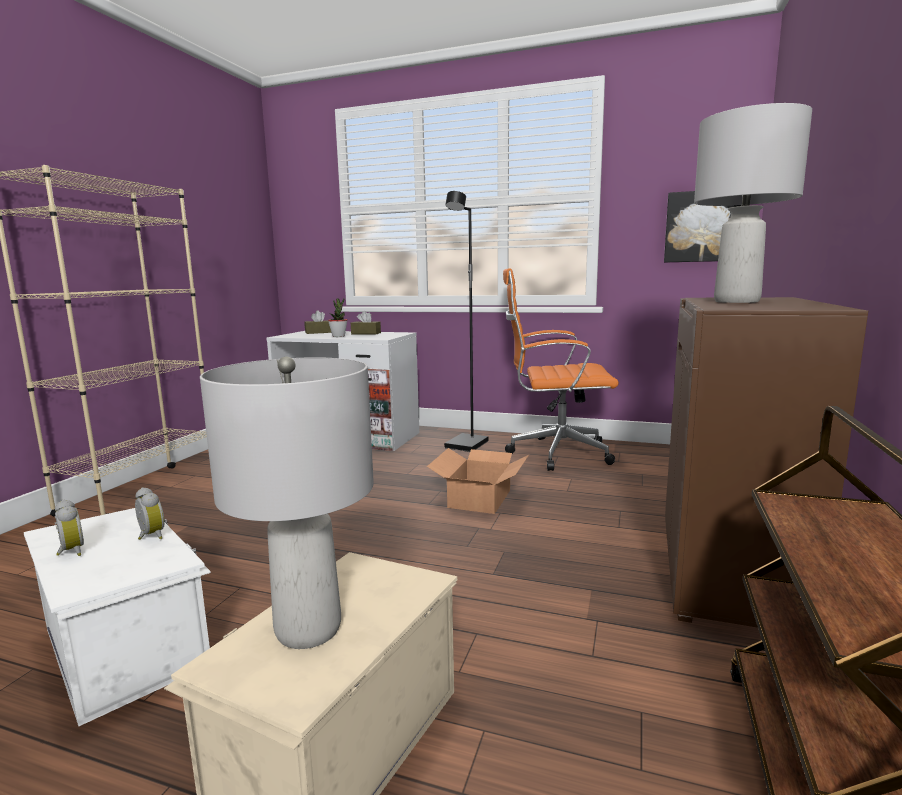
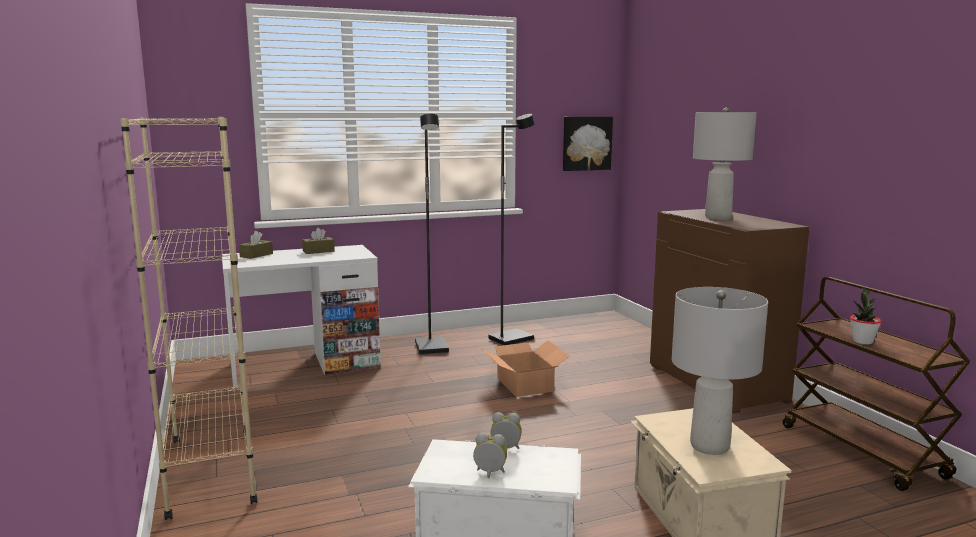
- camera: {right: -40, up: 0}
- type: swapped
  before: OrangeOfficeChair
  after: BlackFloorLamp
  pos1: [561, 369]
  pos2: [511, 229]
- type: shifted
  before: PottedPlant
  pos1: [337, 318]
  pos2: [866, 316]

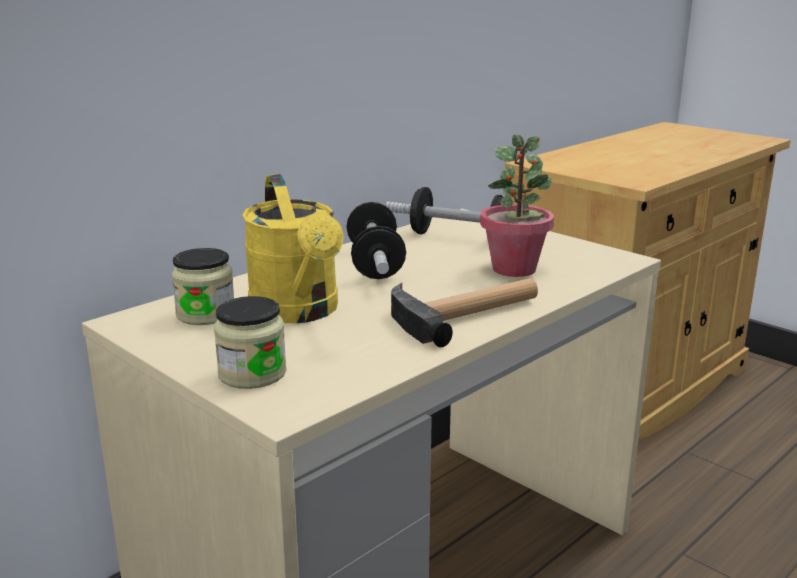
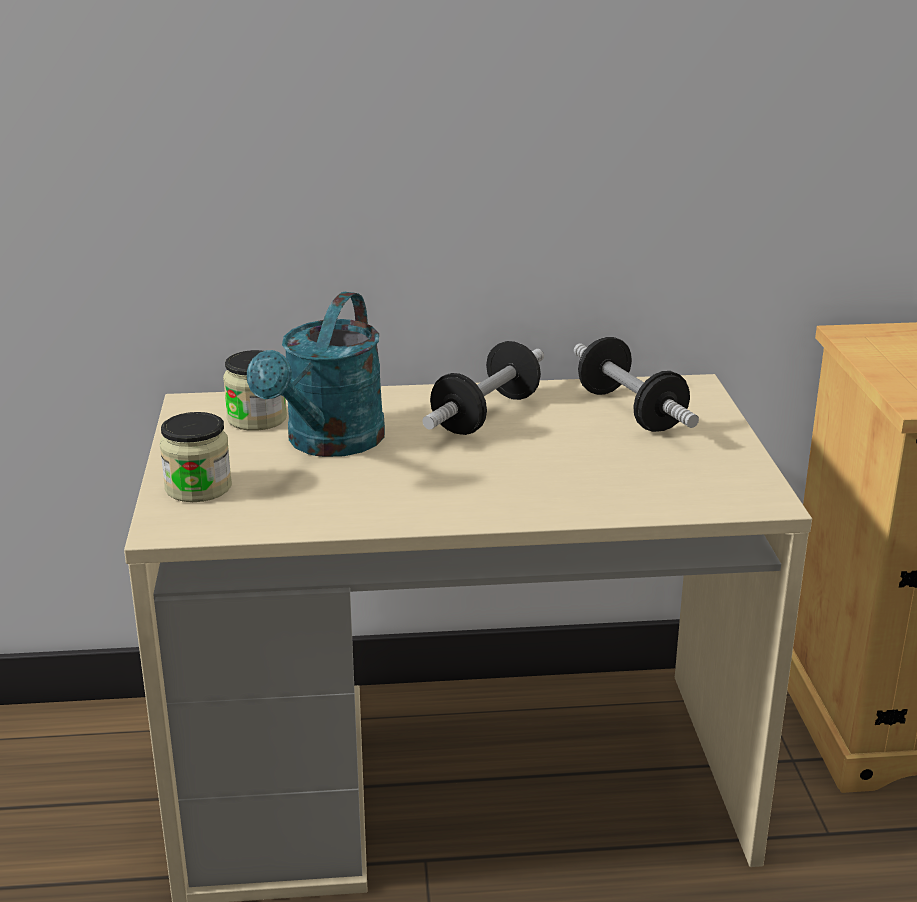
- camera: {right: 40, up: 5}
- type: repainted
  before: YellowWateringCan
  after: TurquoiseWateringCan
  pos1: [293, 248]
  pos2: [316, 374]
- type: gone
  before: Hammer
  pos1: [464, 312]
- type: gone
  before: PottedPlant
  pos1: [517, 206]

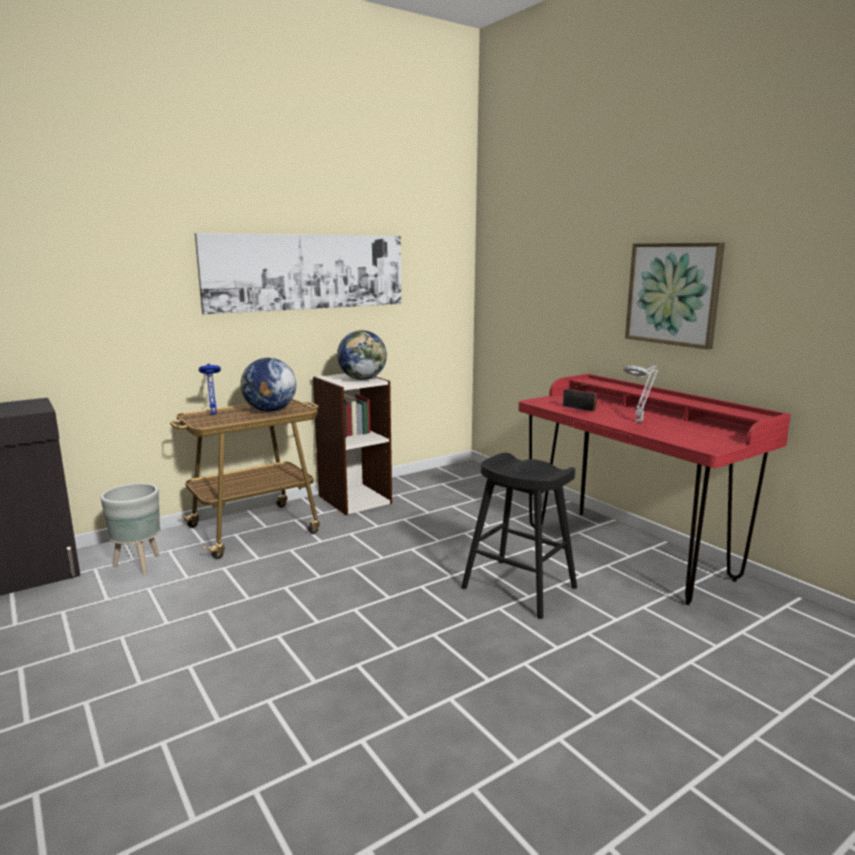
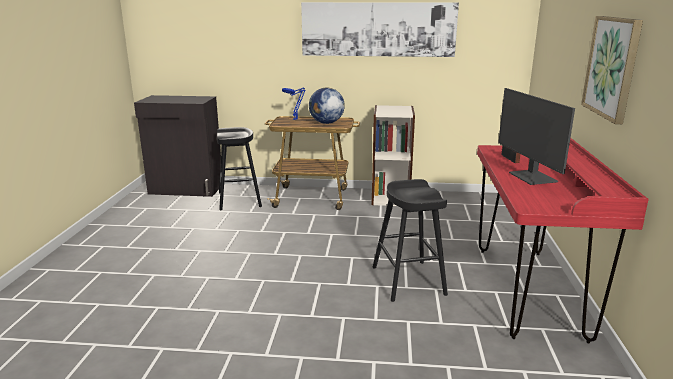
- camera: {right: 40, up: 5}
- type: swapped
  before: GreyPlanter
  after: BlackStool
  pos1: [130, 529]
  pos2: [239, 168]
- type: swapped
  before: GreyTableLamp
  after: Monitor
  pos1: [640, 393]
  pos2: [536, 136]
- type: gone
  before: Globe
  pos1: [362, 355]

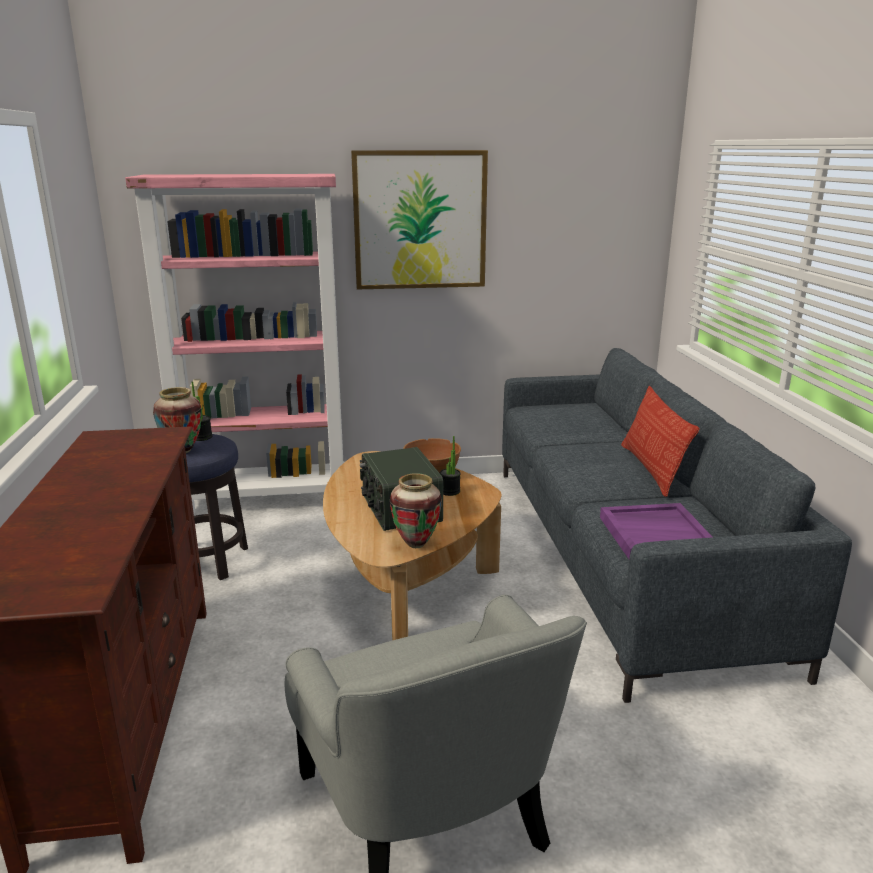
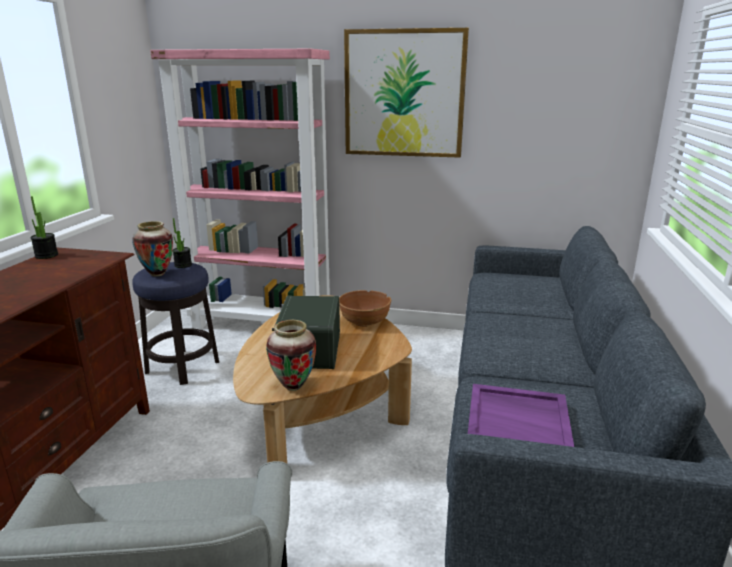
- camera: {right: 20, up: 0}
- type: shifted
  before: PottedPlant
  pos1: [450, 466]
  pos2: [44, 227]
- type: gone
  before: Pillow
  pos1: [660, 441]

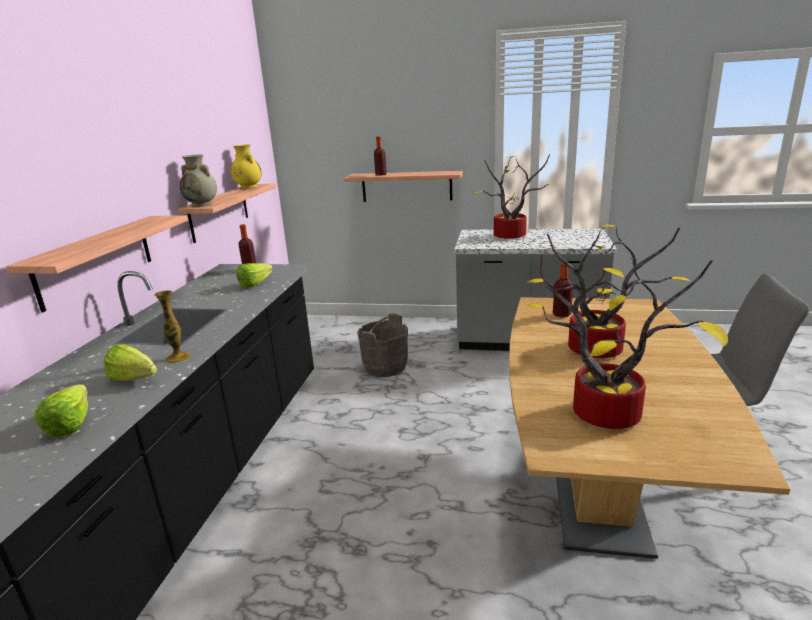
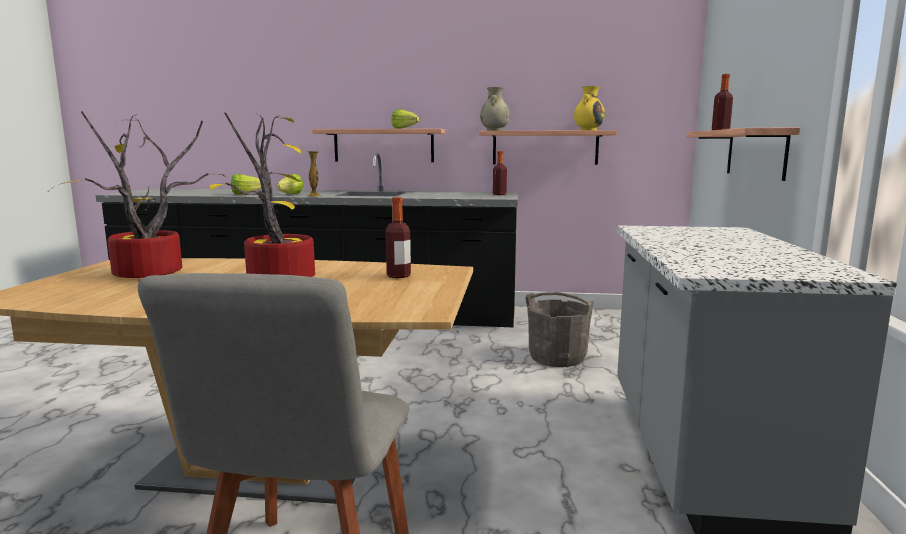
- camera: {right: 85, up: -10}
- type: shifted
  before: Lettuce
  pos1: [254, 275]
  pos2: [405, 119]
- type: gone
  before: PottedPlant
  pos1: [514, 196]

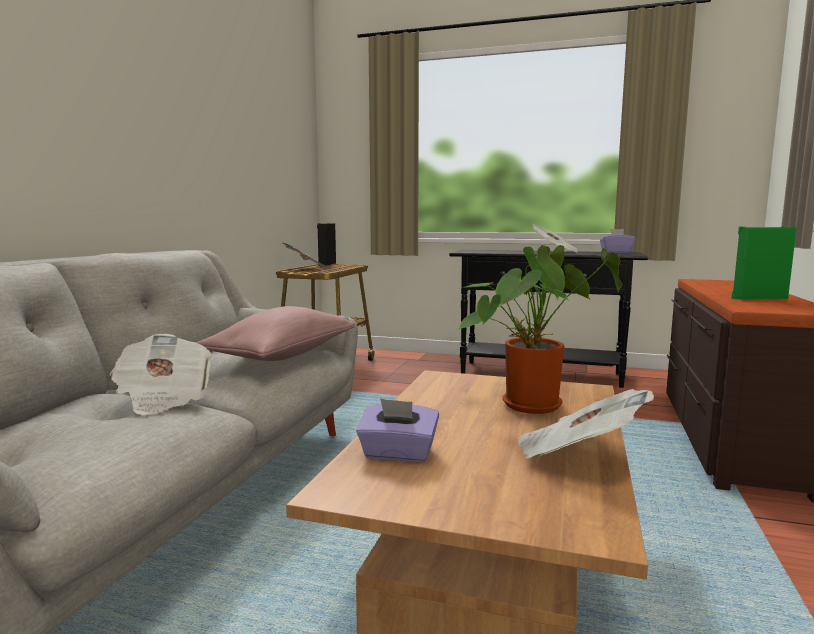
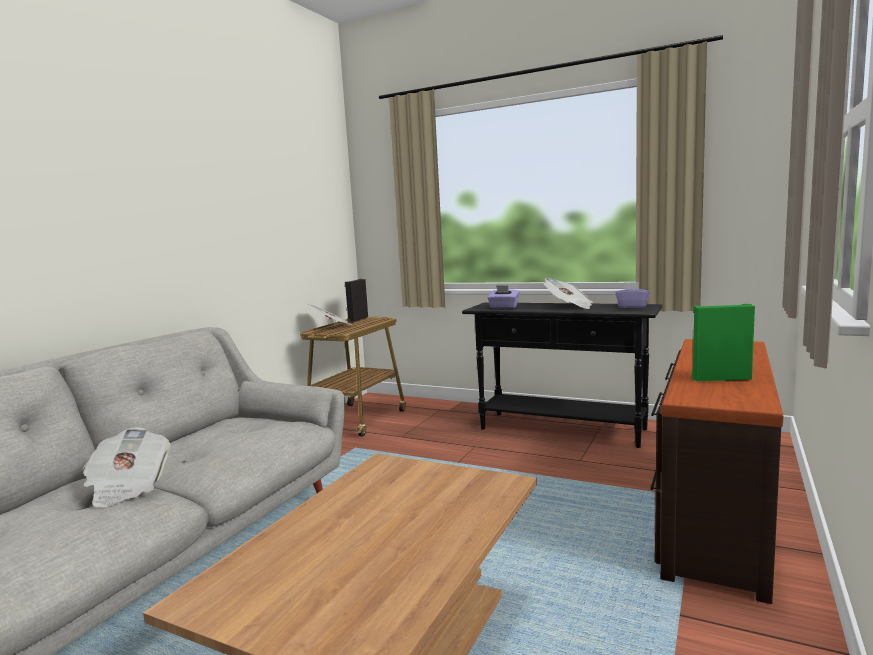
- camera: {right: 10, up: 0}
- type: shifted
  before: PurpleTissueBox
  pos1: [397, 430]
  pos2: [503, 297]
- type: gone
  before: PinkPillow
  pos1: [275, 333]
- type: gone
  before: PottedPlant
  pos1: [540, 329]
- type: gone
  before: Newspaper
  pos1: [586, 424]

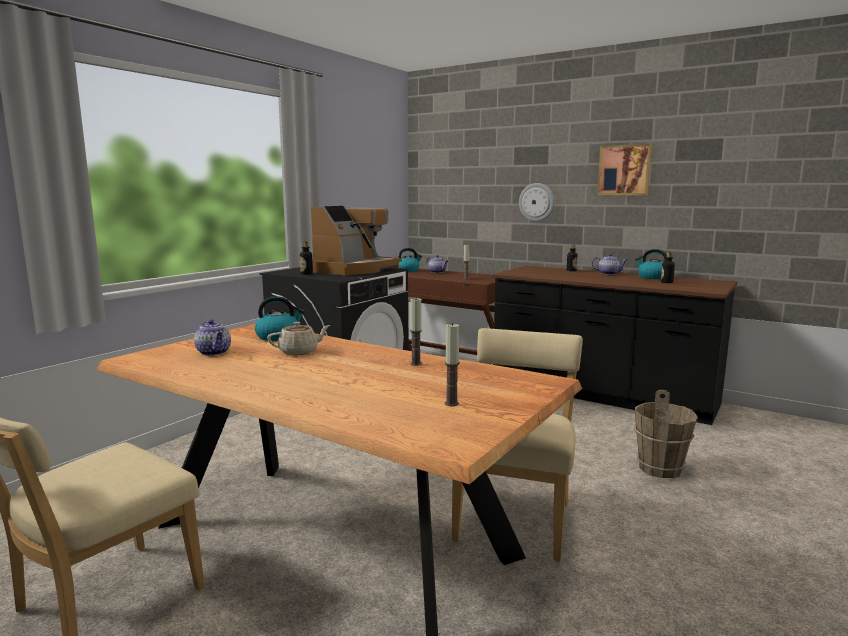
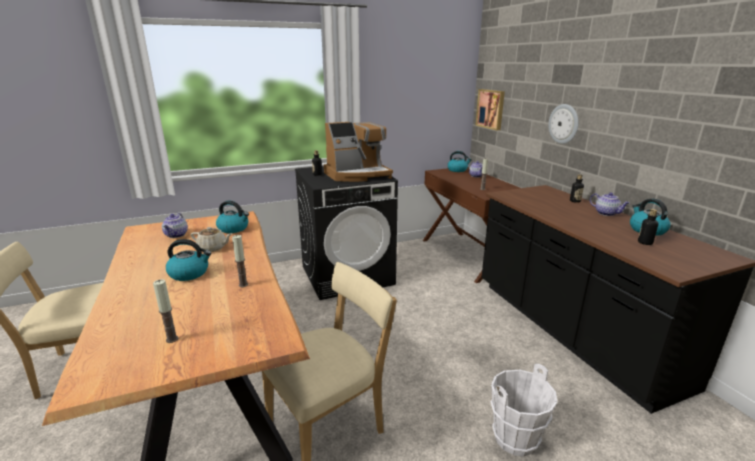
- camera: {right: 35, up: 10}
- type: new
  after: Kettle
  pos2: [189, 260]
- type: shifted
  before: Picture
  pos1: [624, 169]
  pos2: [490, 109]
- type: repainted
  before: BrownBucket
  after: WhiteBucket
  pos1: [666, 434]
  pos2: [523, 410]

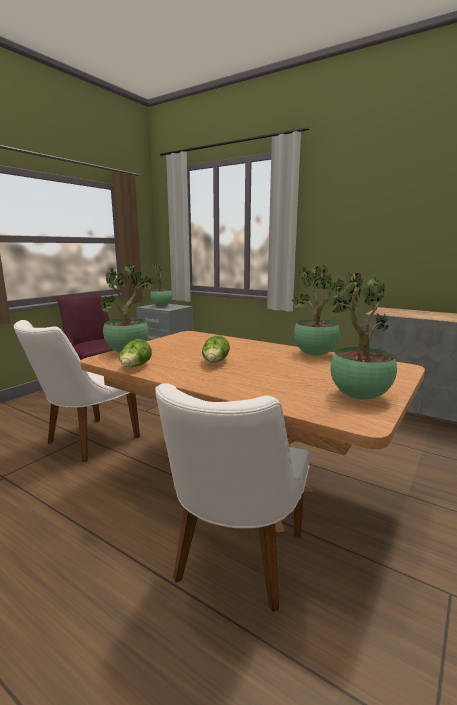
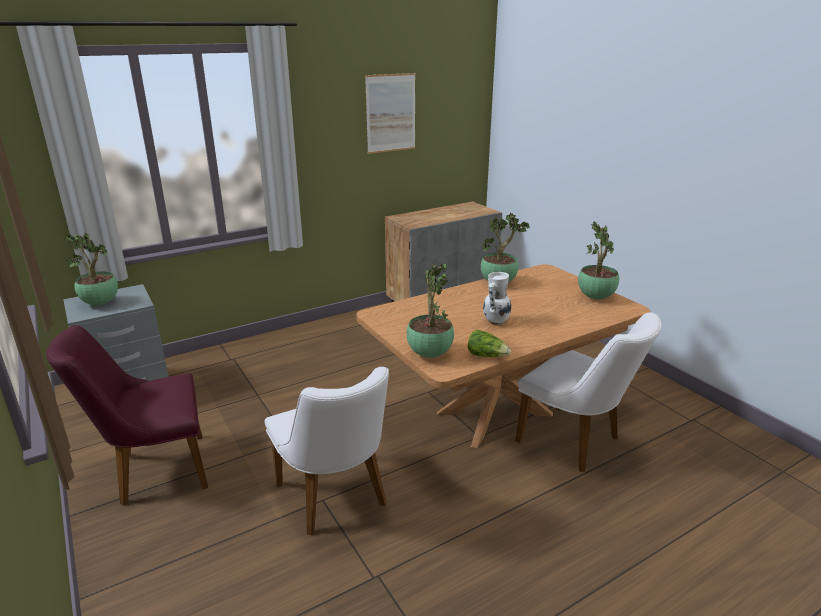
- camera: {right: -65, up: 10}
- type: new
  after: Picture
  pos2: [390, 113]
- type: swapped
  before: Lettuce
  after: WhiteVase
  pos1: [216, 348]
  pos2: [497, 298]

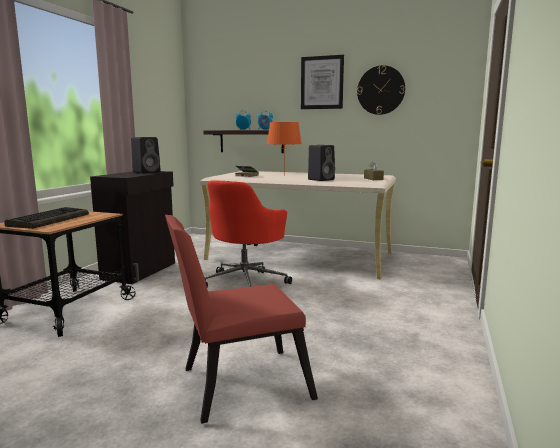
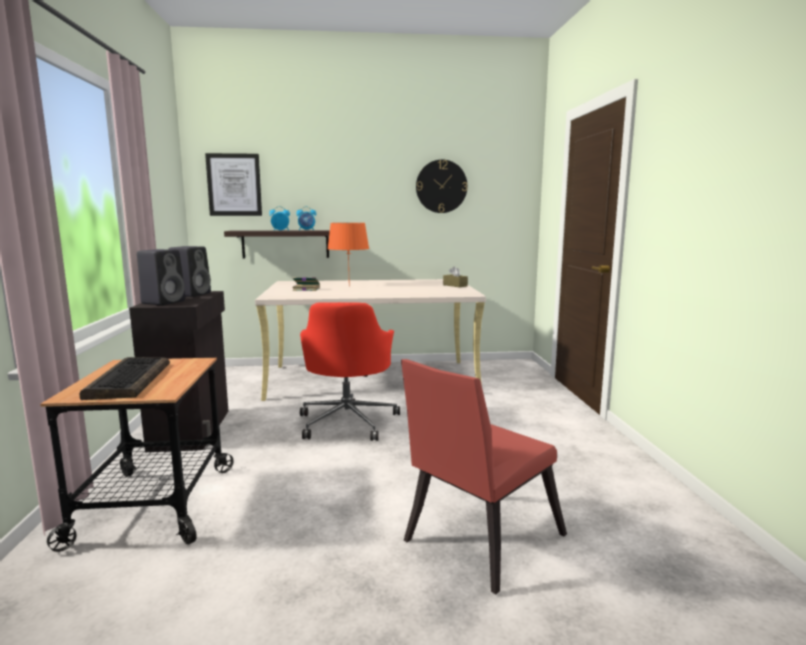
- camera: {right: -25, up: 0}
- type: shifted
  before: BlackSpeaker
  pos1: [321, 163]
  pos2: [161, 277]
- type: shifted
  before: Picture
  pos1: [322, 82]
  pos2: [233, 184]

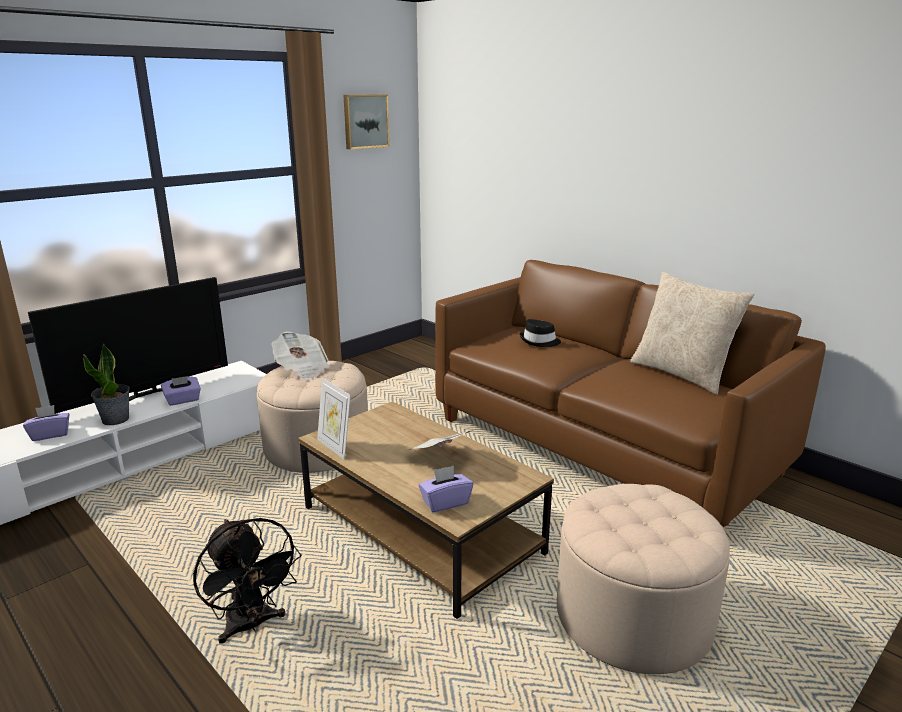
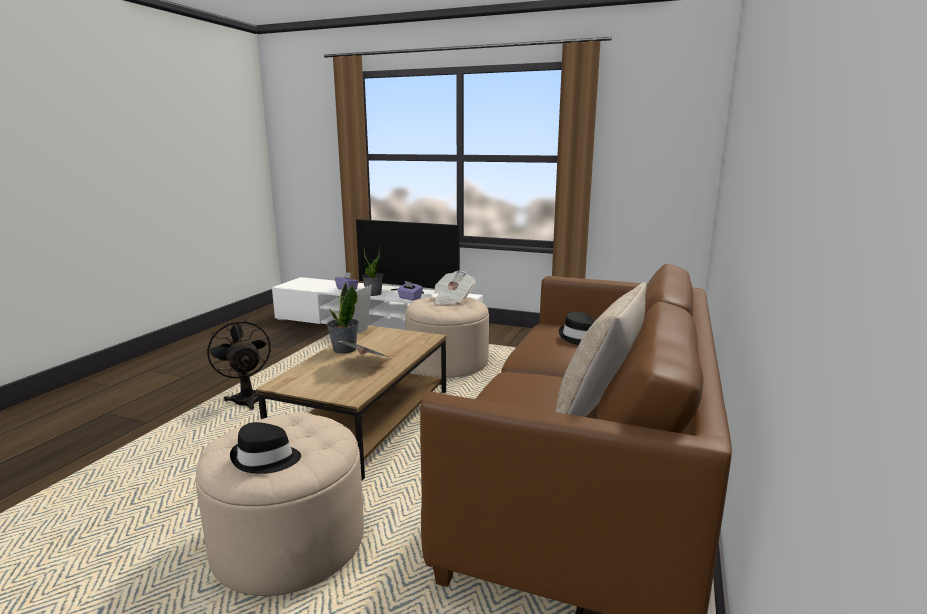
- camera: {right: 65, up: -5}
- type: rotated
  before: BlackFan
  pos1: [247, 581]
  pos2: [238, 364]
  turn: 120
- type: new
  after: BlackHat
  pos2: [265, 448]
- type: new
  after: PottedPlant
  pos2: [343, 318]
- type: gone
  before: Picture
  pos1: [366, 122]
- type: gone
  before: PurpleTissueBox
  pos1: [445, 489]

